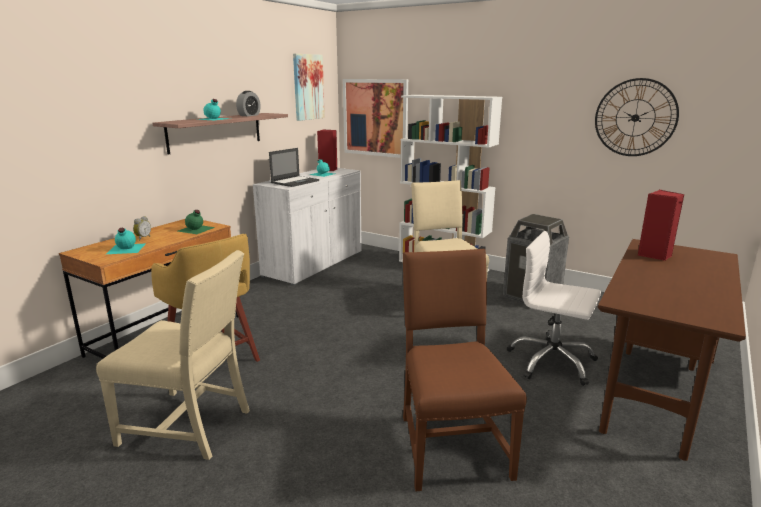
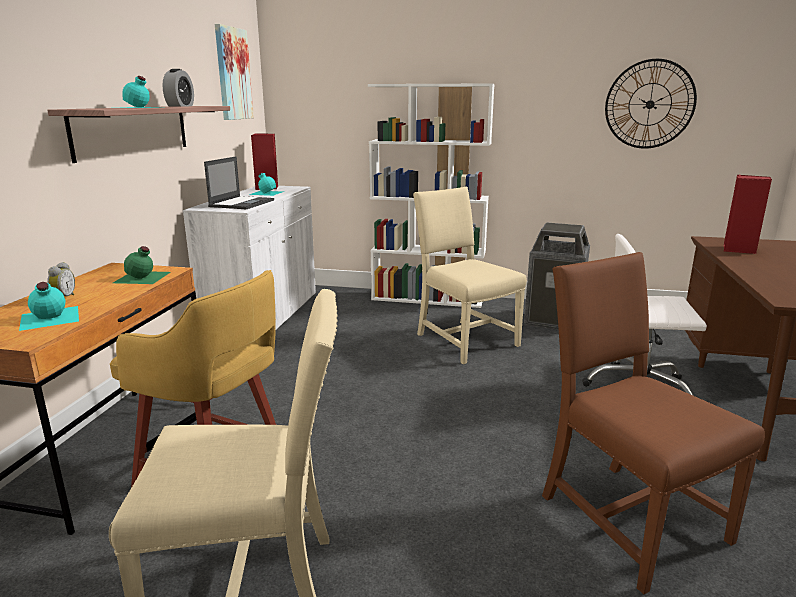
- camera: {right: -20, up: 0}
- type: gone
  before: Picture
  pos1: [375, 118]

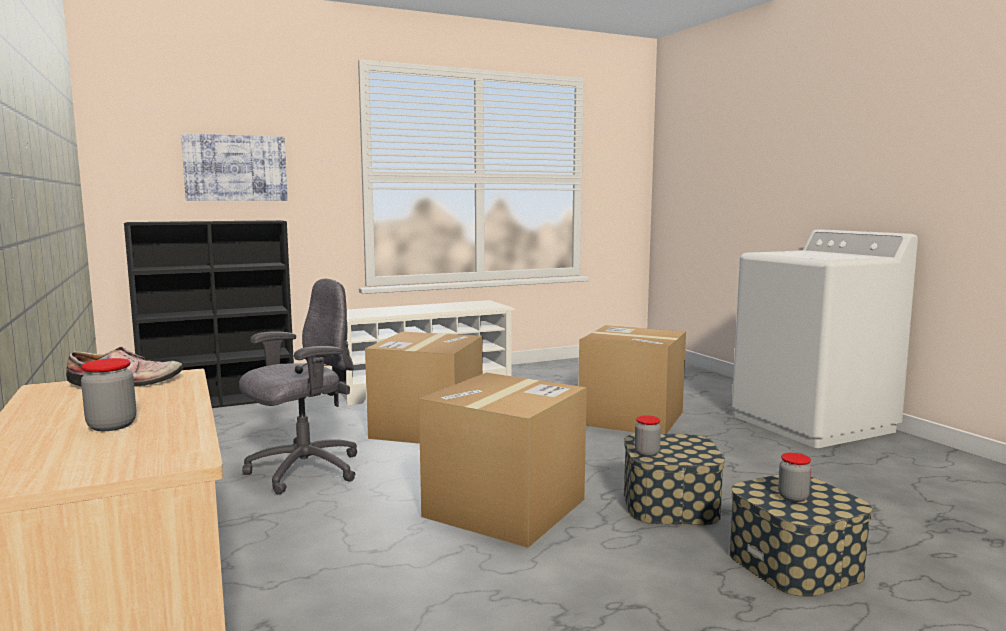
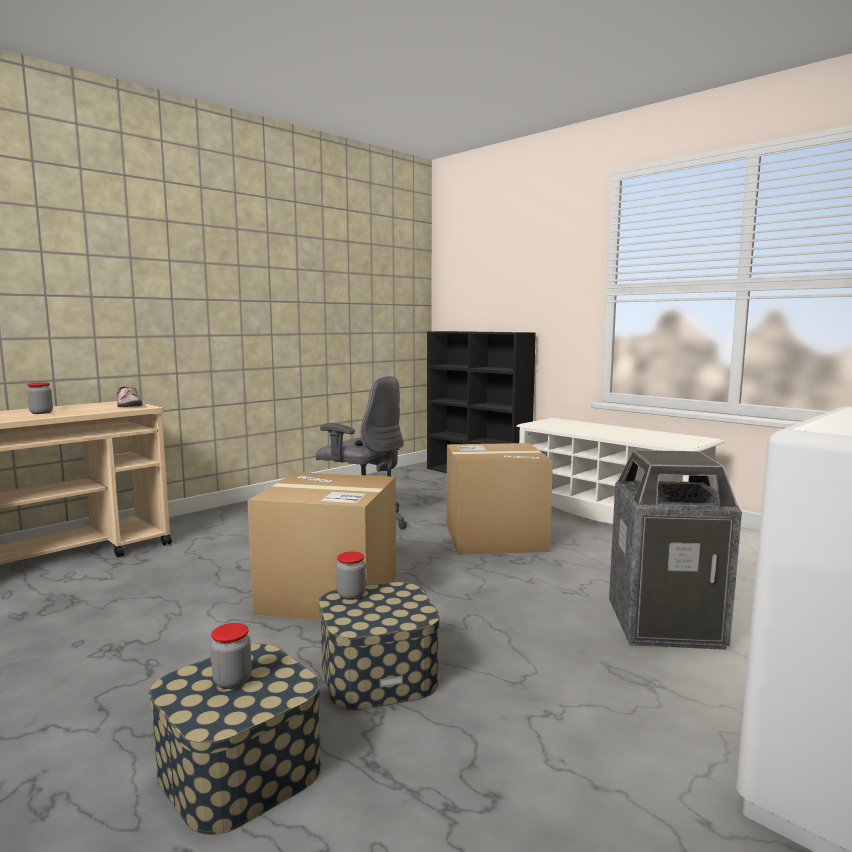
- camera: {right: 70, up: 0}
- type: swapped
  before: CardboardBox
  after: TrashCan
  pos1: [632, 379]
  pos2: [675, 550]
- type: gone
  before: Picture
  pos1: [234, 167]

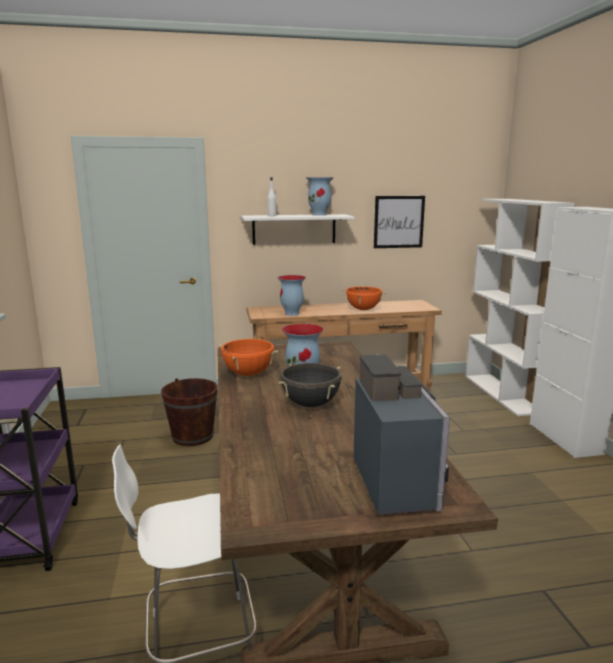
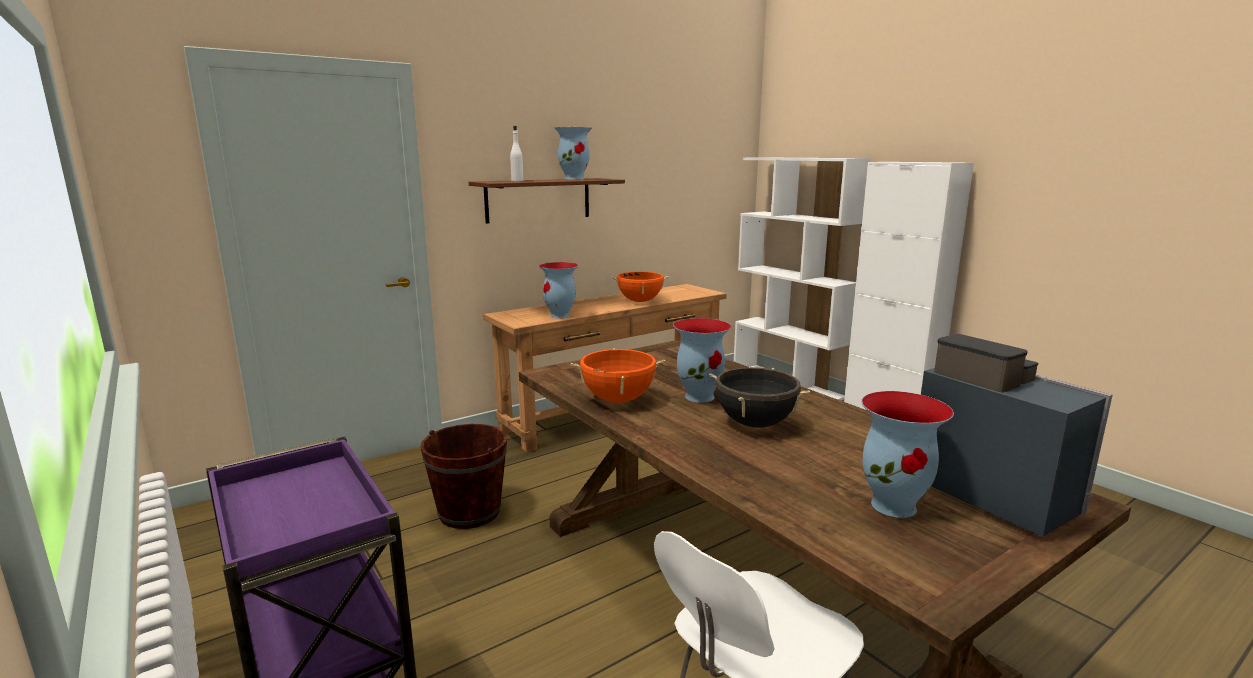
- camera: {right: -25, up: 0}
- type: repainted
  before: WhiteShelf
  after: BrownShelf
  pos1: [297, 229]
  pos2: [547, 200]
- type: new
  after: Vase
  pos2: [907, 454]
- type: gone
  before: Picture
  pos1: [399, 222]

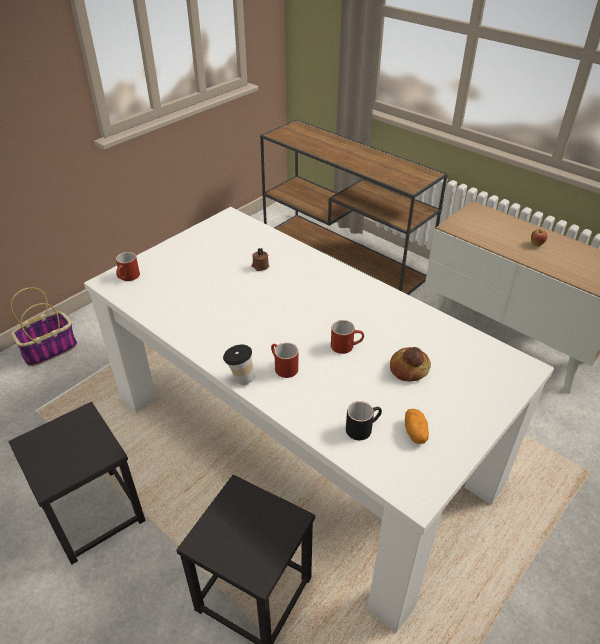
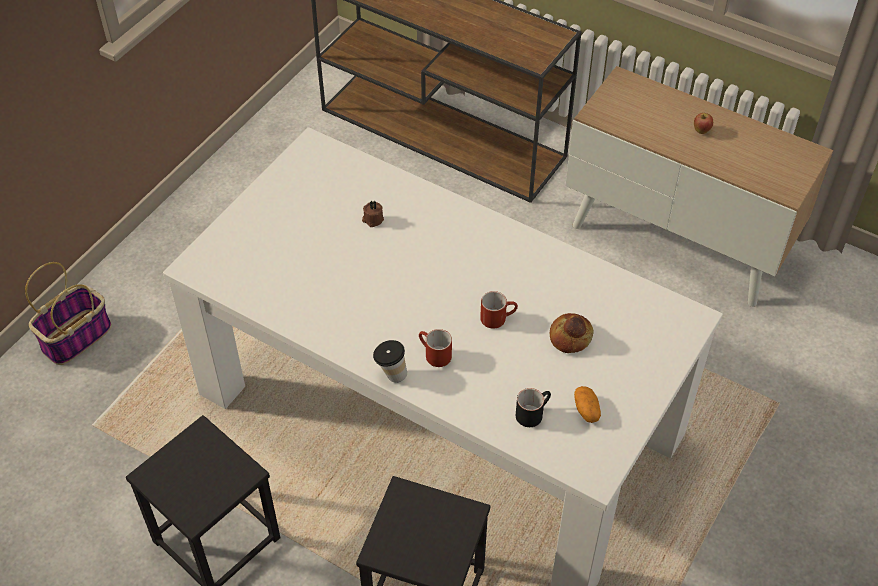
- camera: {right: -10, up: 10}
- type: gone
  before: RedMug
  pos1: [128, 266]

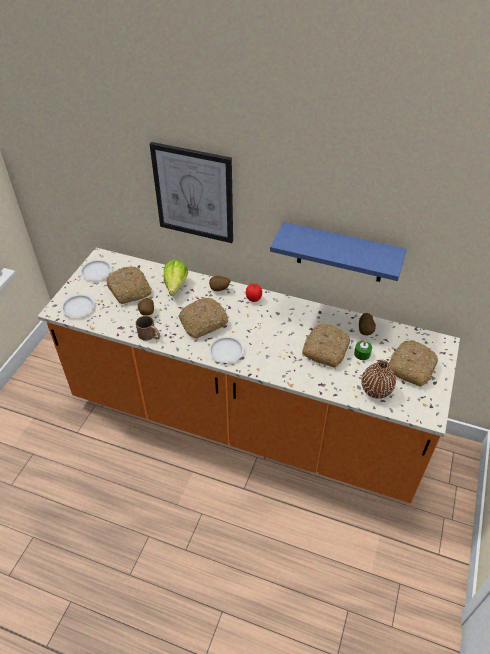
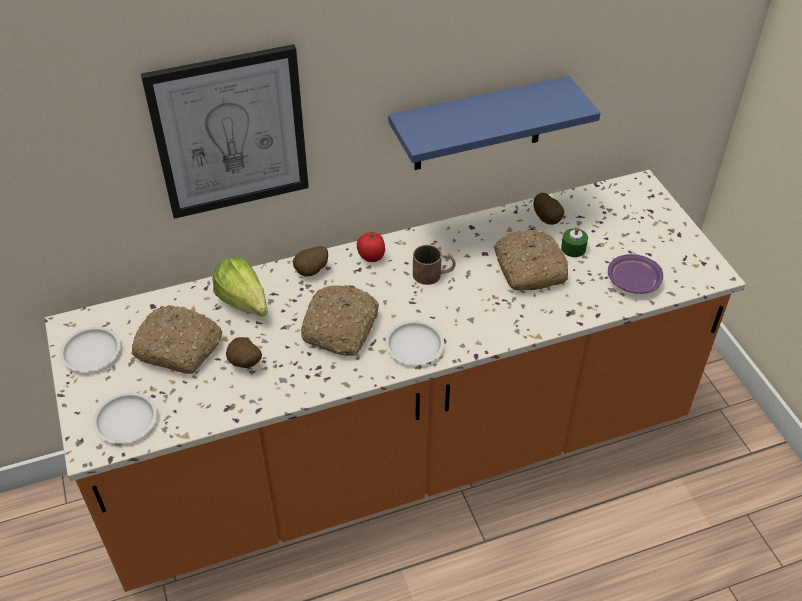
- camera: {right: -40, up: 0}
- type: shifted
  before: BrownMug
  pos1: [148, 328]
  pos2: [434, 265]
- type: swapped
  before: BrownVase
  after: PurplePlate
  pos1: [378, 379]
  pos2: [635, 274]
- type: gone
  before: Bread
  pos1: [413, 363]

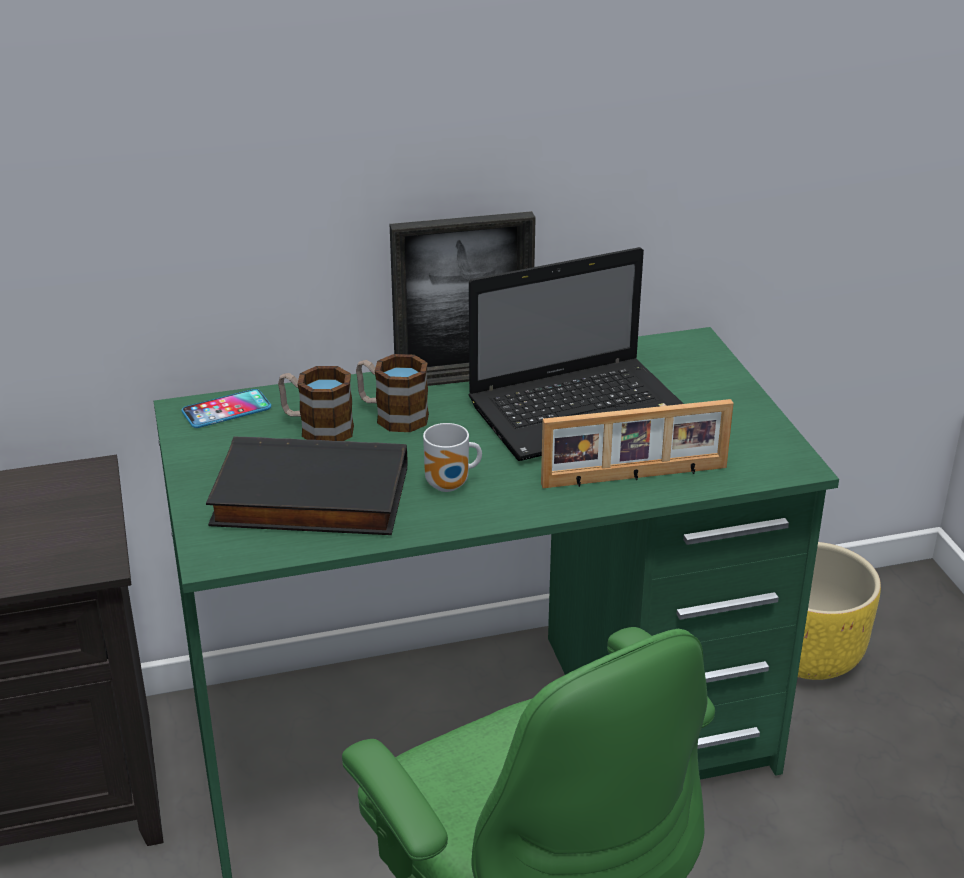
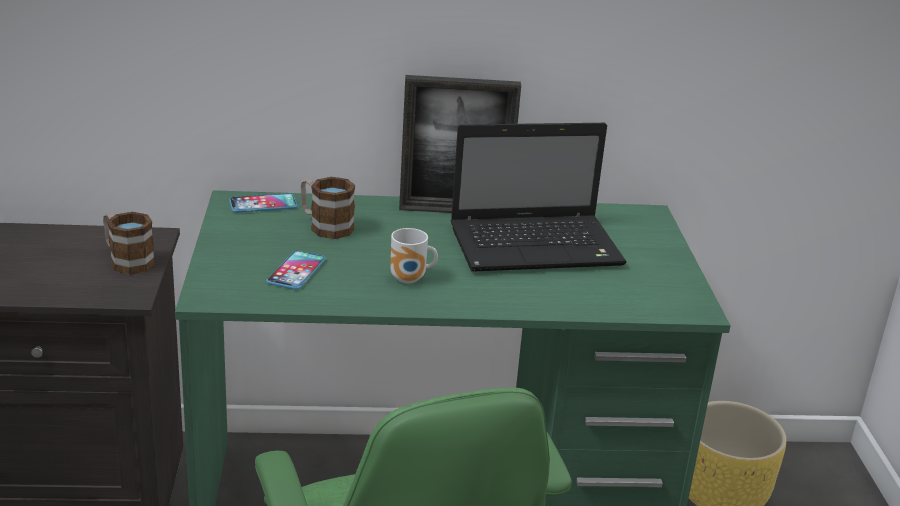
- camera: {right: 10, up: -5}
- type: shifted
  before: Mug
  pos1: [392, 393]
  pos2: [129, 243]
- type: swapped
  before: BlackBook
  after: Phone
  pos1: [306, 486]
  pos2: [296, 270]
- type: gone
  before: PictureFrame
  pos1: [637, 443]

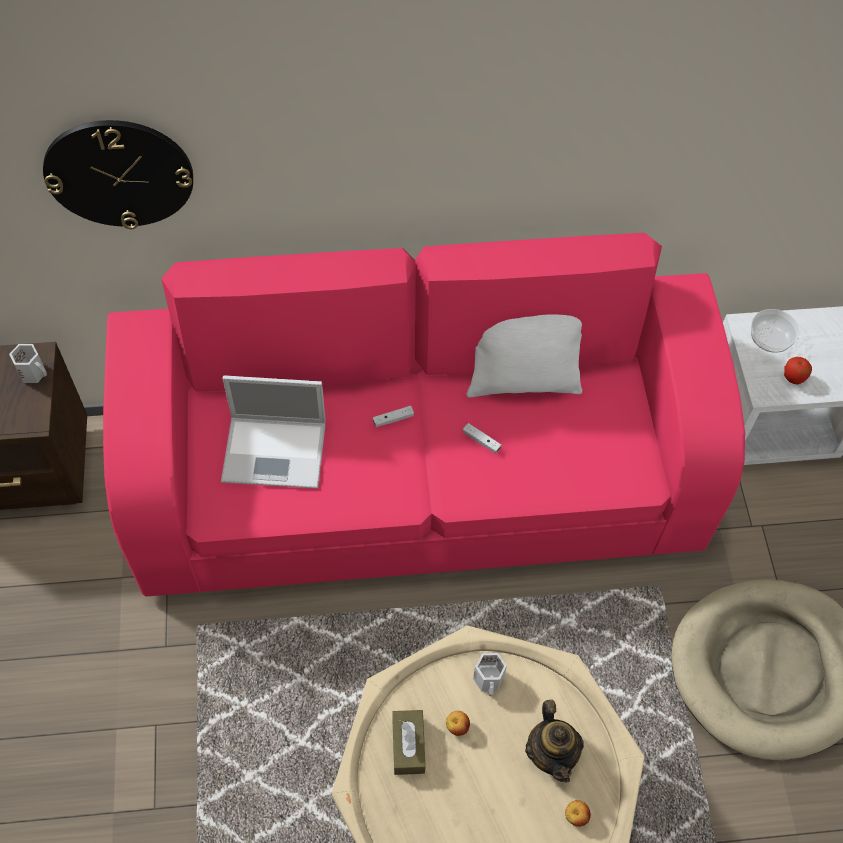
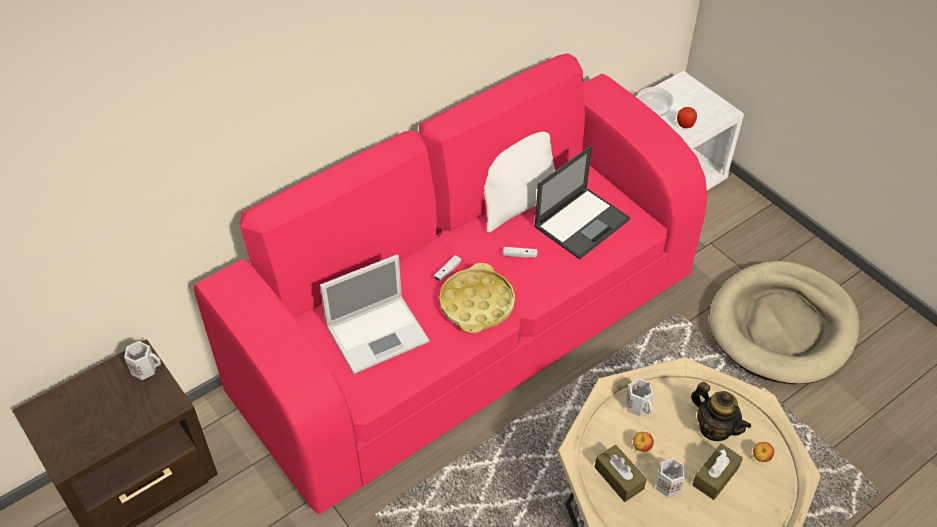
- camera: {right: -30, up: -10}
- type: new
  after: YellowTray
  pos2: [477, 298]
- type: new
  after: Laptop
  pos2: [582, 202]
- type: new
  after: WhiteMug
  pos2: [670, 477]
- type: new
  after: BrownTissueBox
  pos2: [717, 472]
- type: gone
  before: WallClock
  pos1: [118, 174]

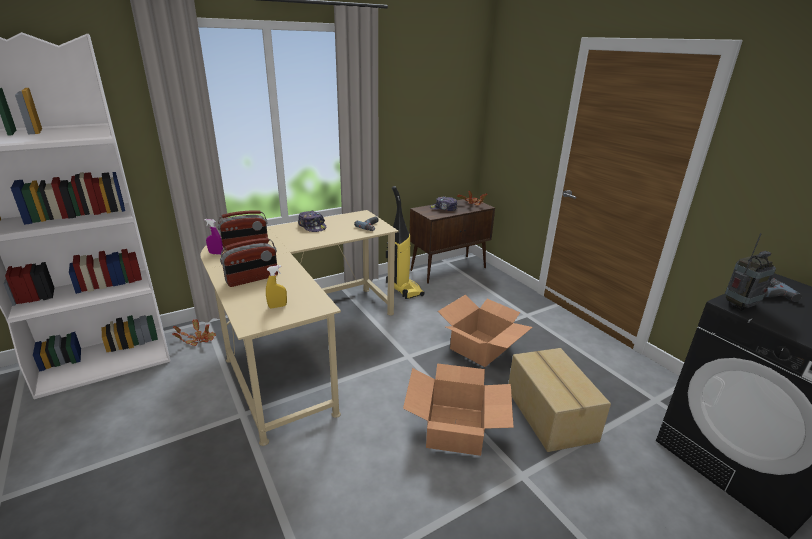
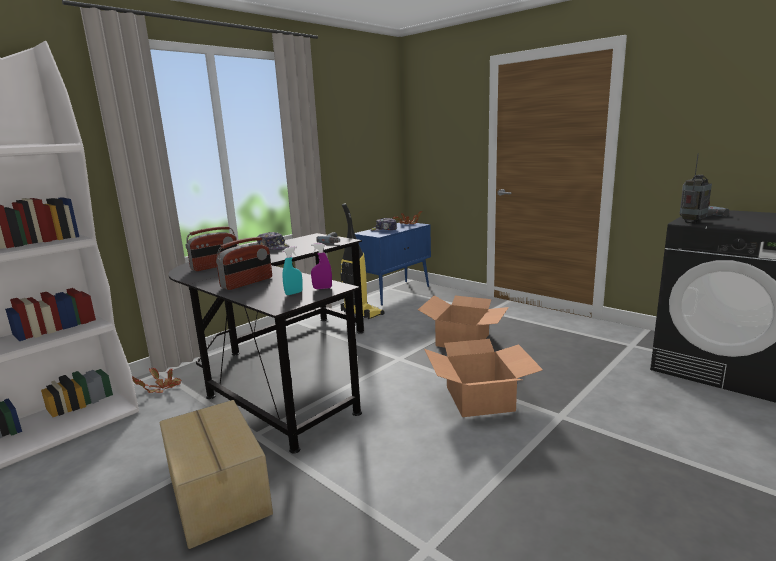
- camera: {right: -15, up: -10}
- type: shifted
  before: CardboardBox
  pos1: [559, 400]
  pos2: [216, 474]
- type: repainted
  before: BeigeDesk
  after: BlackDesk
  pos1: [299, 328]
  pos2: [266, 343]
- type: repainted
  before: YellowSprayBottle
  after: TurquoiseSprayBottle
  pos1: [276, 287]
  pos2: [292, 270]
- type: shifted
  before: PurpleSprayBottle
  pos1: [213, 237]
  pos2: [321, 266]
- type: repainted
  before: BrownCabinet
  after: BlueCabinet
  pos1: [452, 241]
  pos2: [393, 264]

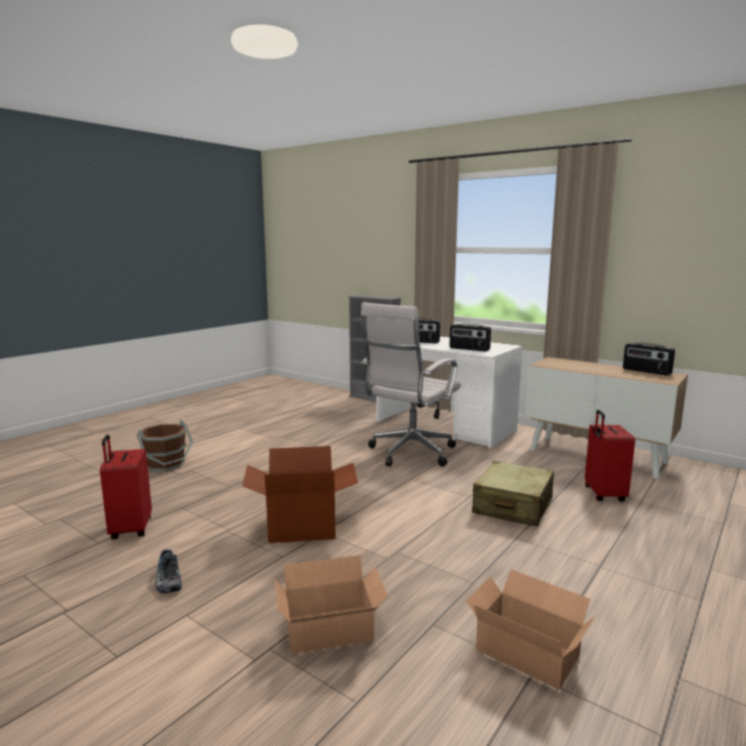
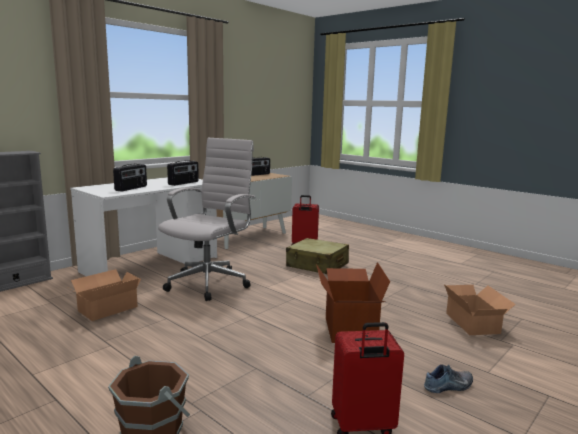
- camera: {right: -85, up: 0}
- type: shifted
  before: CardboardBox
  pos1: [530, 629]
  pos2: [105, 295]
- type: rotated
  before: WhiteOfficeChair
  pos1: [411, 384]
  pos2: [206, 219]
  turn: -105

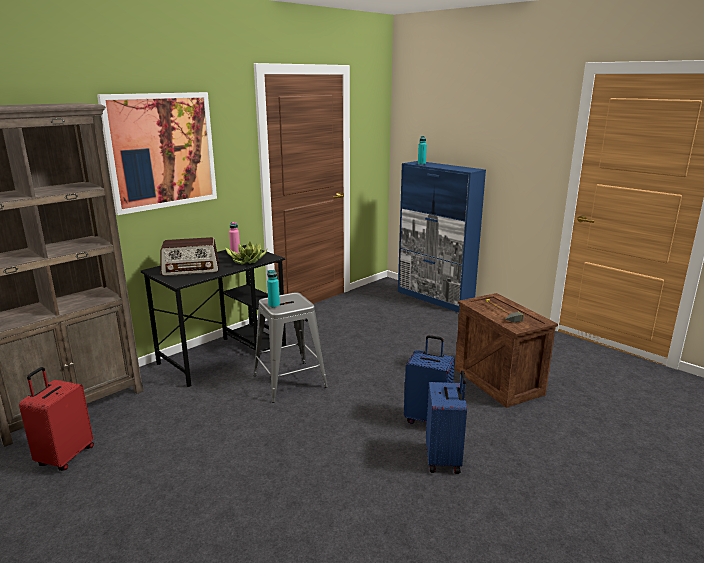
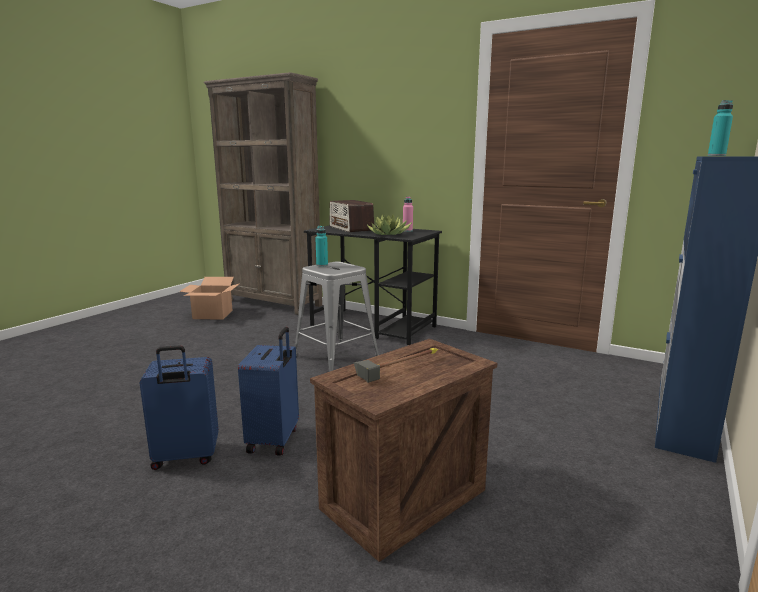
- camera: {right: 75, up: -5}
- type: swapped
  before: RedSuitcase
  after: CardboardBox
  pos1: [56, 419]
  pos2: [209, 298]
- type: gone
  before: Picture
  pos1: [157, 153]

